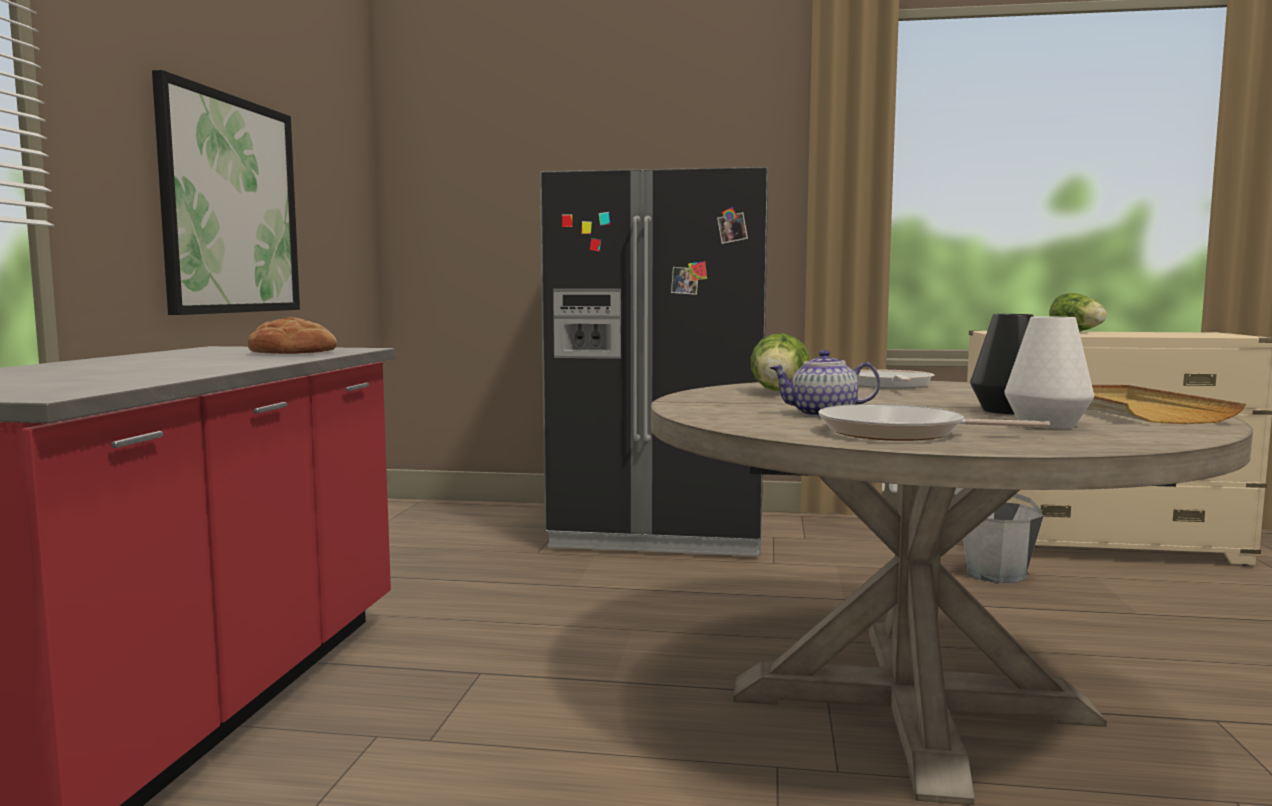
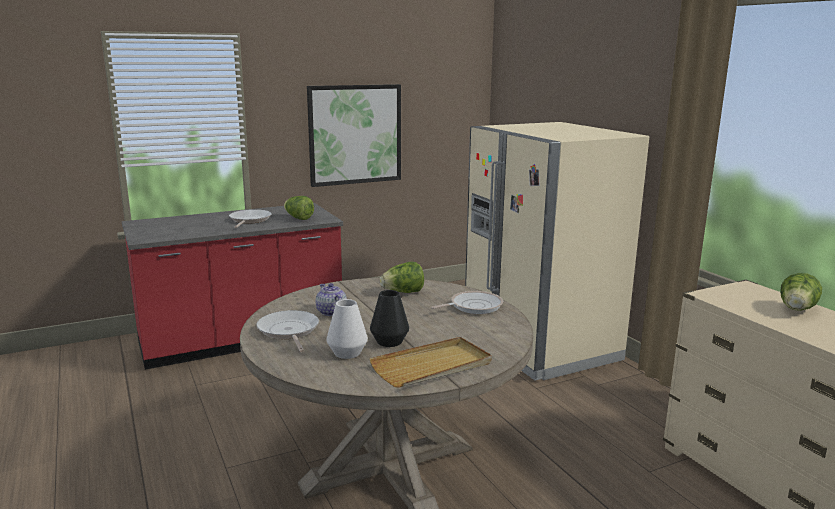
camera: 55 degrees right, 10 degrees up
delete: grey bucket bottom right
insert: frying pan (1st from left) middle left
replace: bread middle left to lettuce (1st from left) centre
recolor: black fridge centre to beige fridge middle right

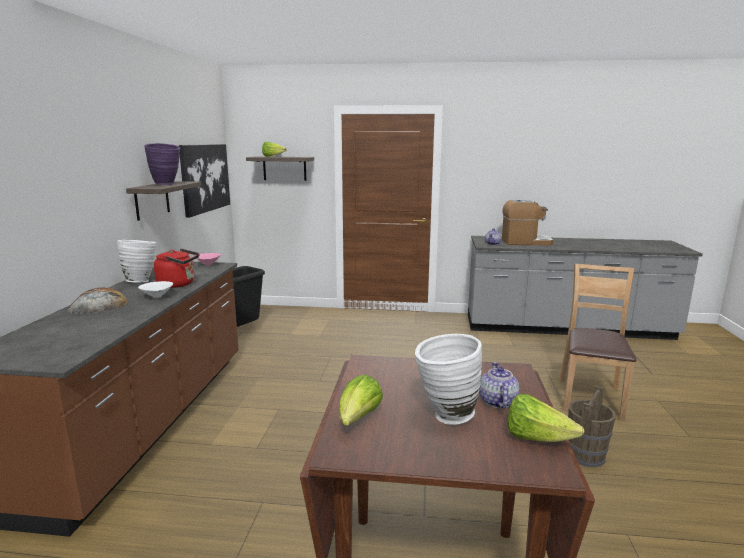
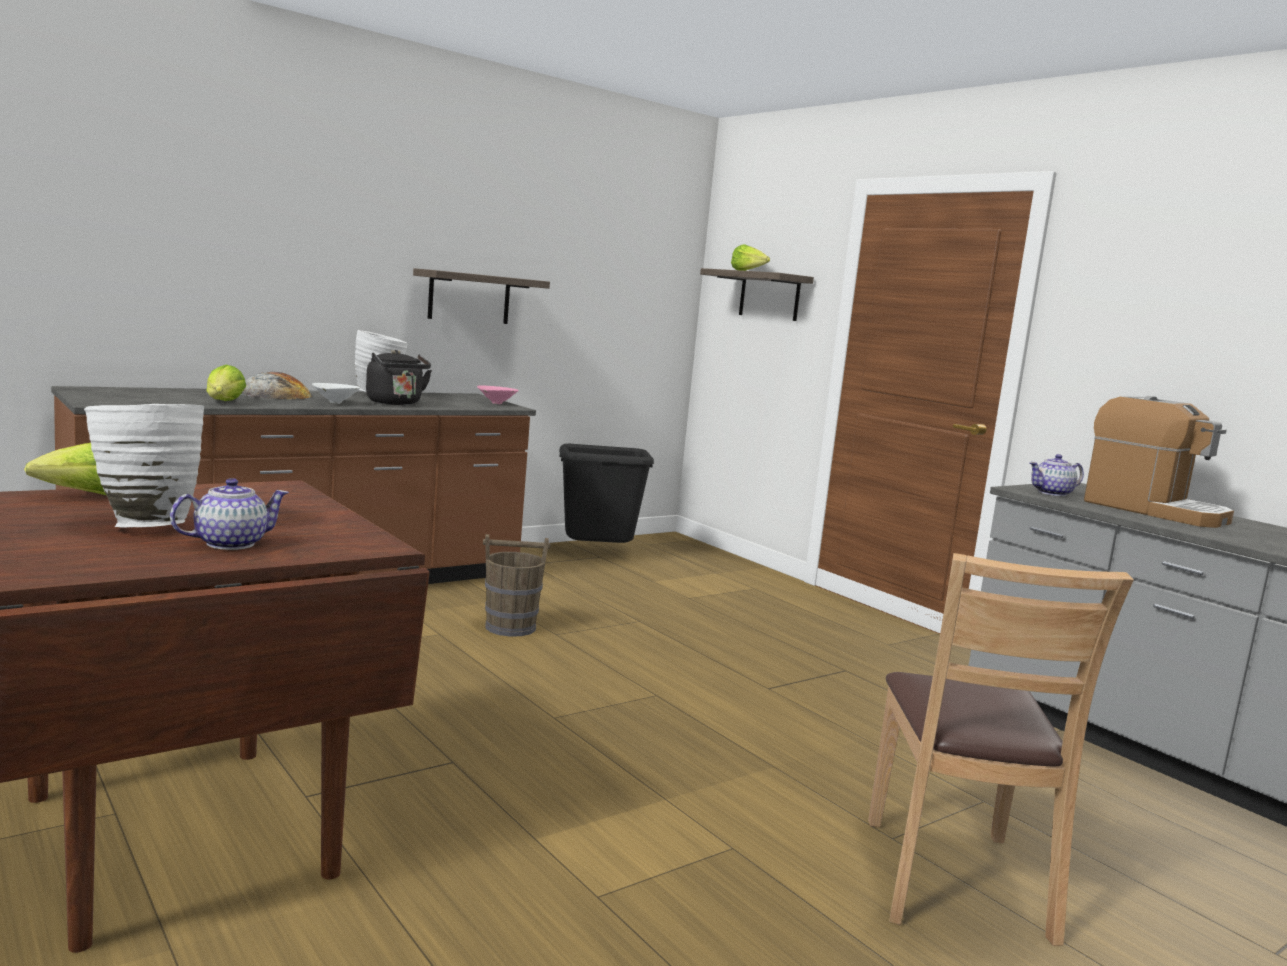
camera: 45 degrees right, 5 degrees down
delete: purple vase top left; picture top left
move: lettuce (3rd from left in the first image) bottom right to lettuce (2nd from left) middle left; brown bucket bottom right to centre
recolor: red kettle middle left to black kettle middle left
rotate: brown chair middle right = bottom right 120 degrees clockwise

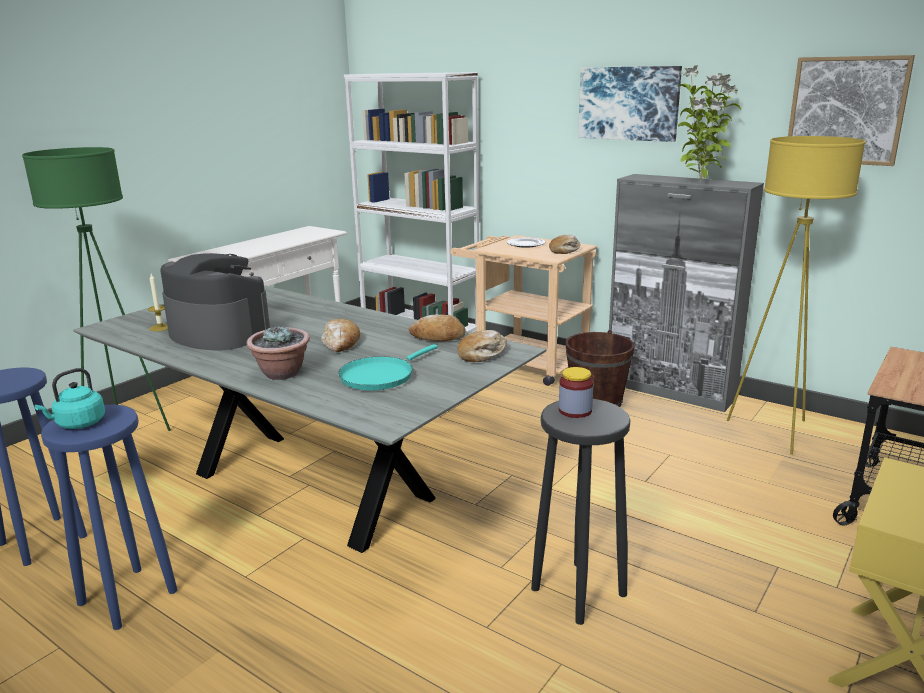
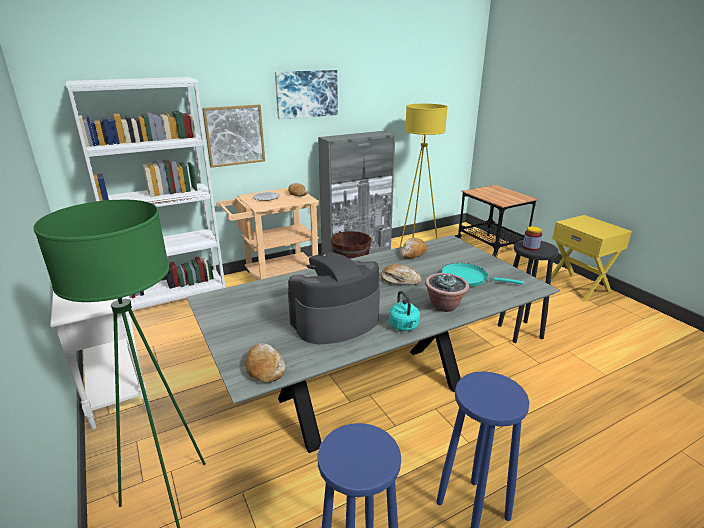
camera: 65 degrees left, 5 degrees up
delete: candle middle left; potted plant (2nd from left) top right
move: turquoise kettle middle left to centre; bread (3rd from left in the first image) centre to bread (1st from left) bottom centre; picture (2nd from left in the first image) top right to picture (1st from left) top left
rotate: turquoise frying pan centre = middle right 135 degrees clockwise

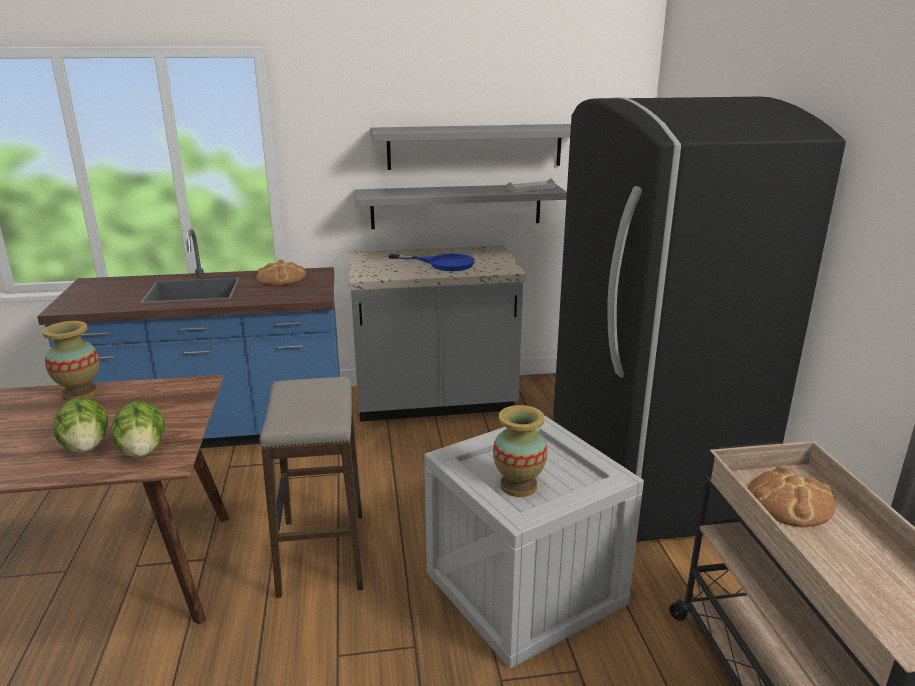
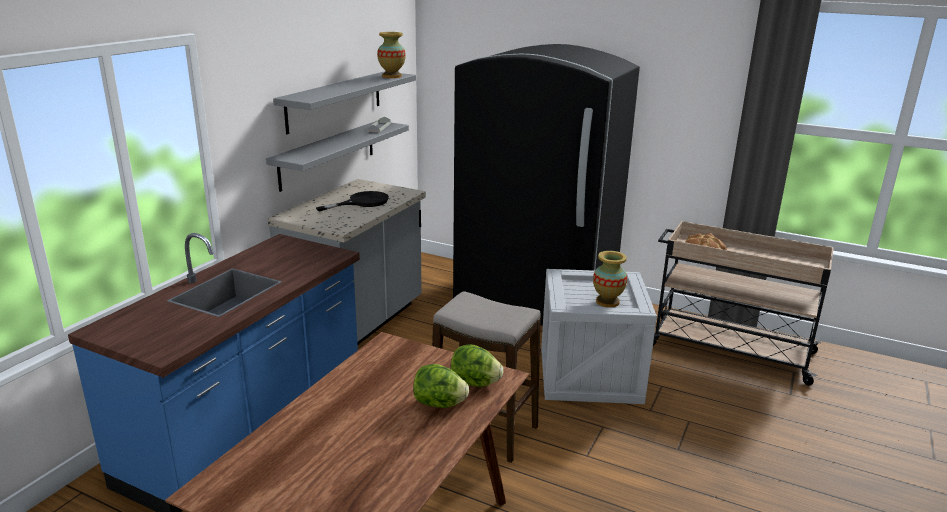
camera: 55 degrees left, 0 degrees up
delete: bread (1st from left) middle left
move: vase (1st from left) middle left to top centre
recolor: blue frying pan centre to black frying pan centre

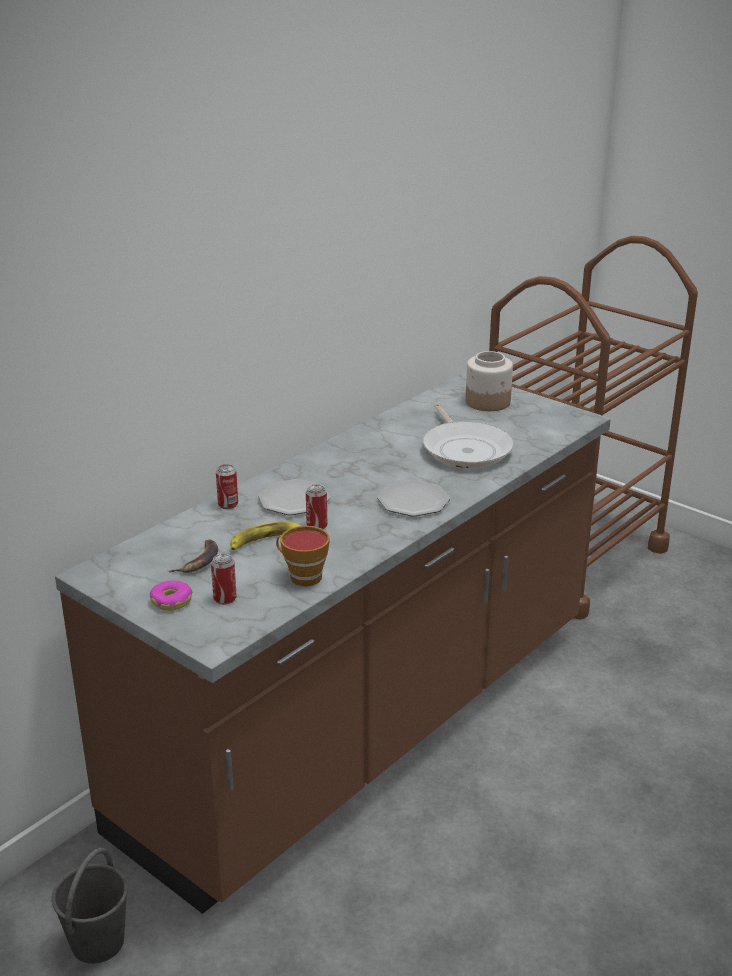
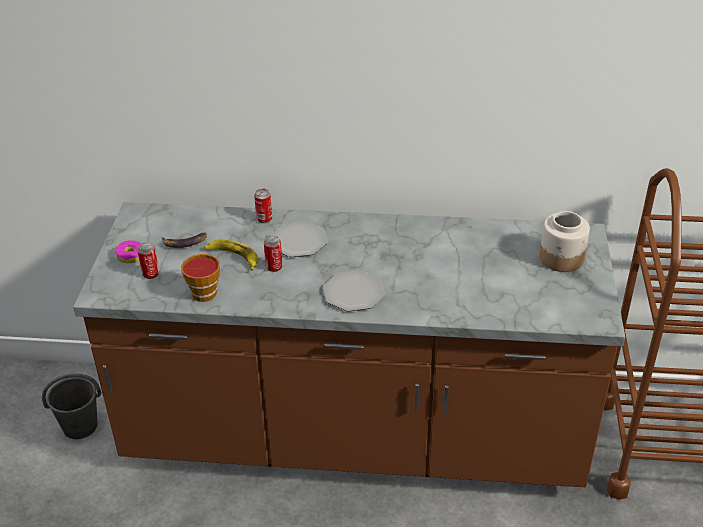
camera: 55 degrees right, 10 degrees up
delete: frying pan centre

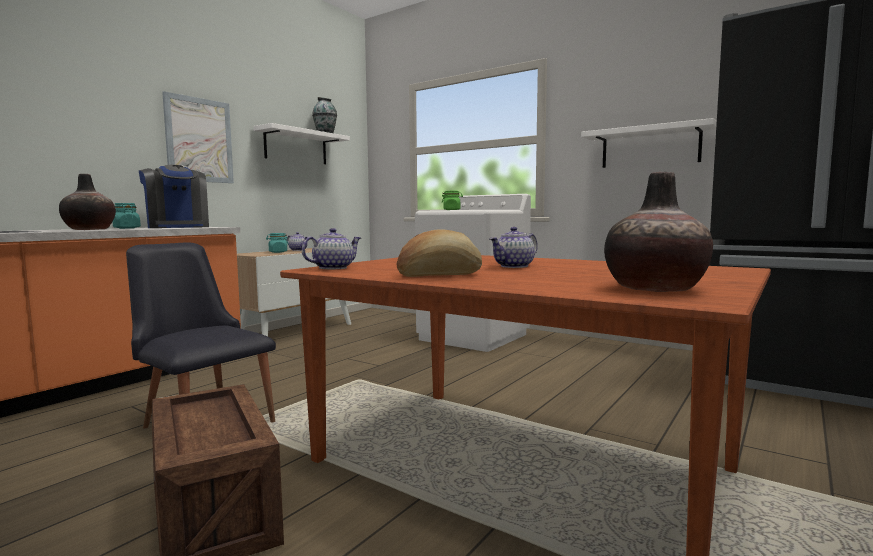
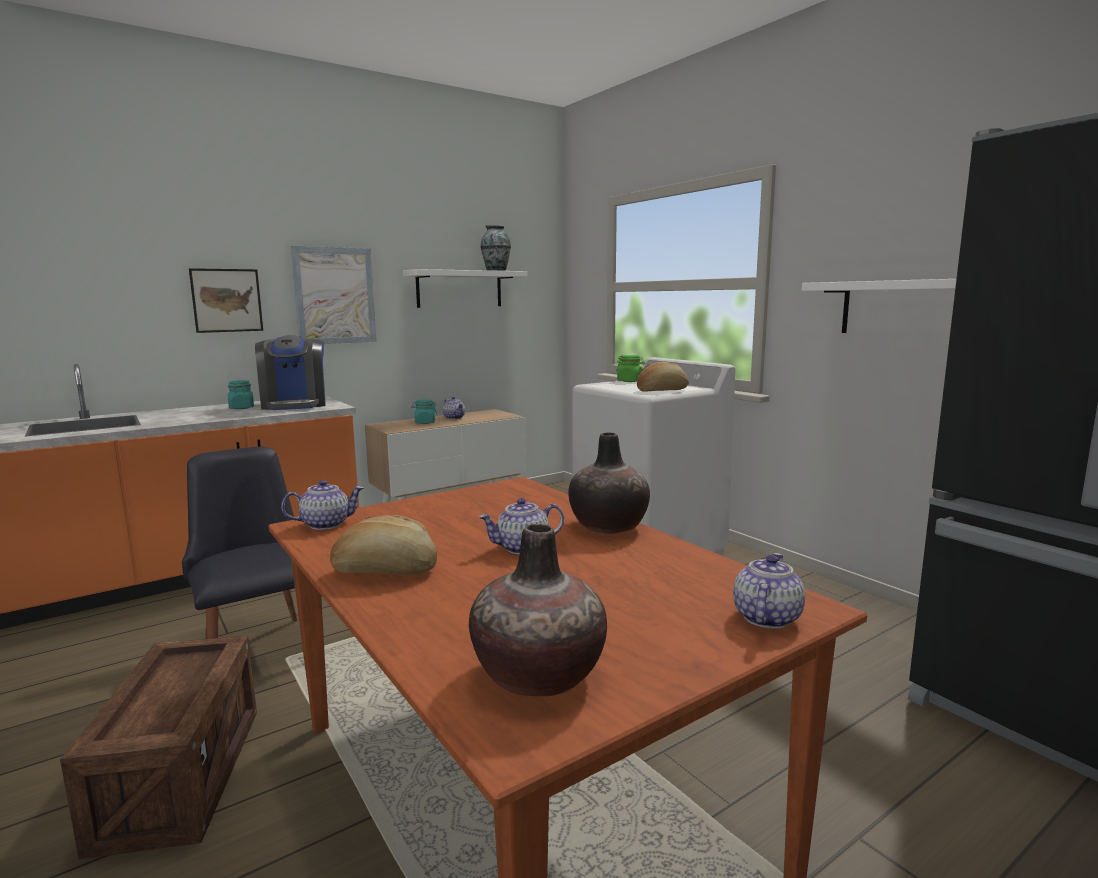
camera: 20 degrees right, 5 degrees up
insert: picture (1st from left) middle left; bread (2nd from left) centre; teapot (4th from left) bottom right
move: vase (1st from left in the first image) middle left to vase (3rd from left) centre

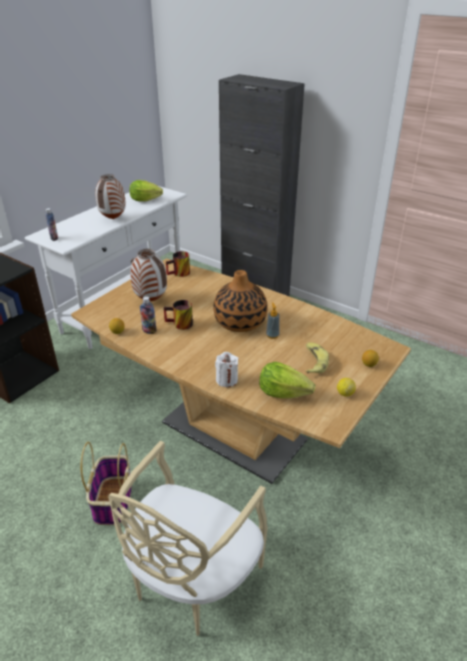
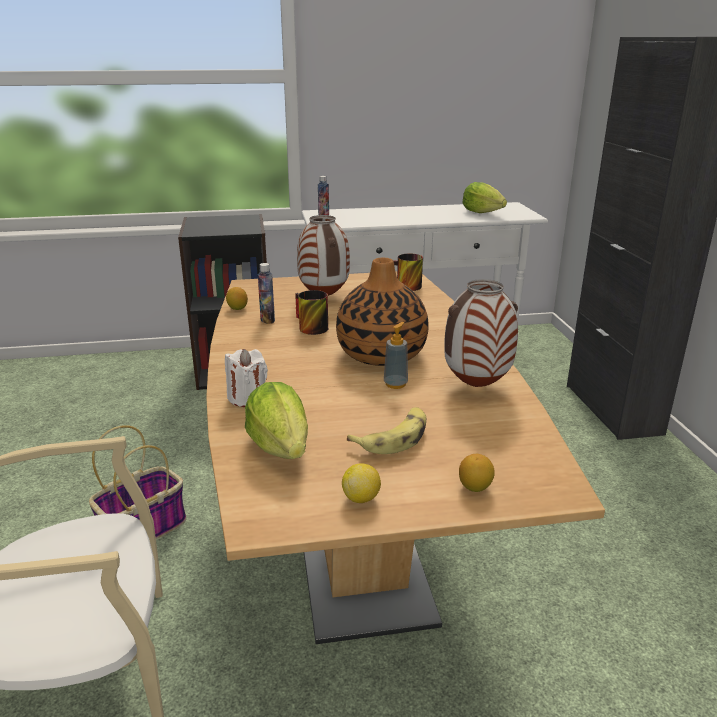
camera: 45 degrees right, 10 degrees down
move: vase (1st from left in the first image) top left to vase (3rd from left) middle right

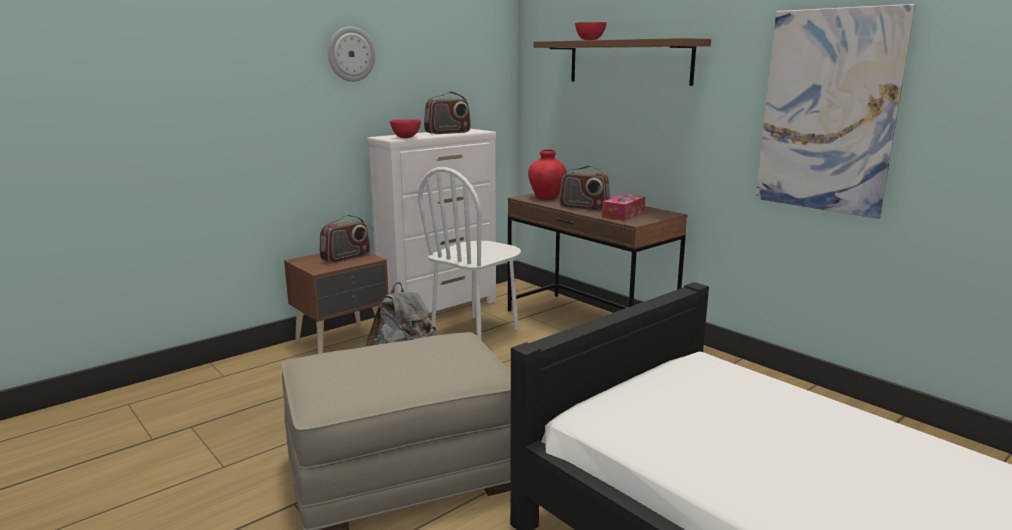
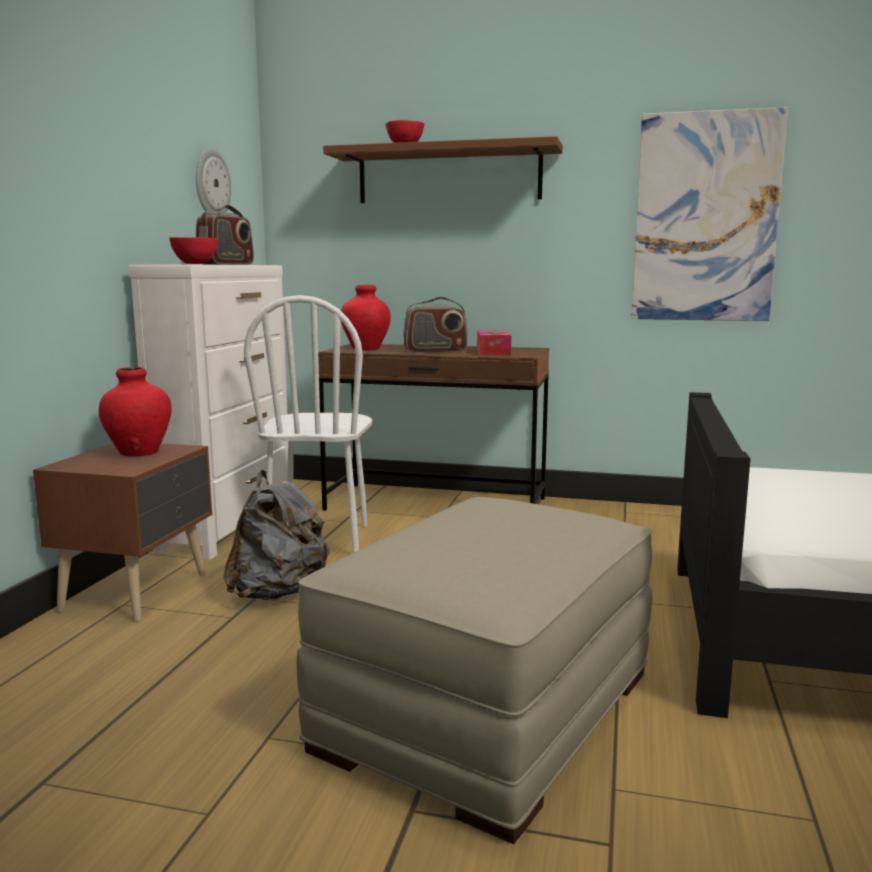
camera: 35 degrees left, 5 degrees down
move: wall clock top centre to top left
replace: radio (1st from left) centre to red vase (1st from left) middle left

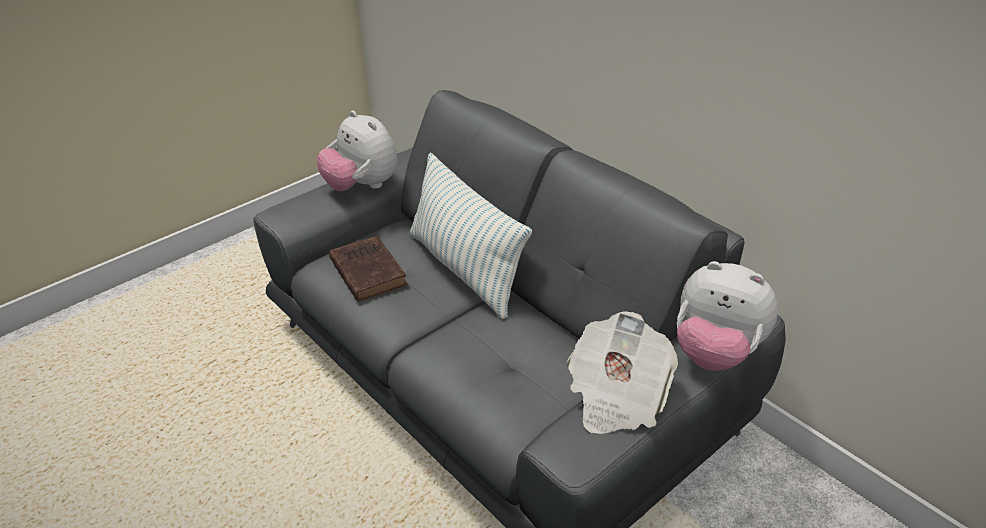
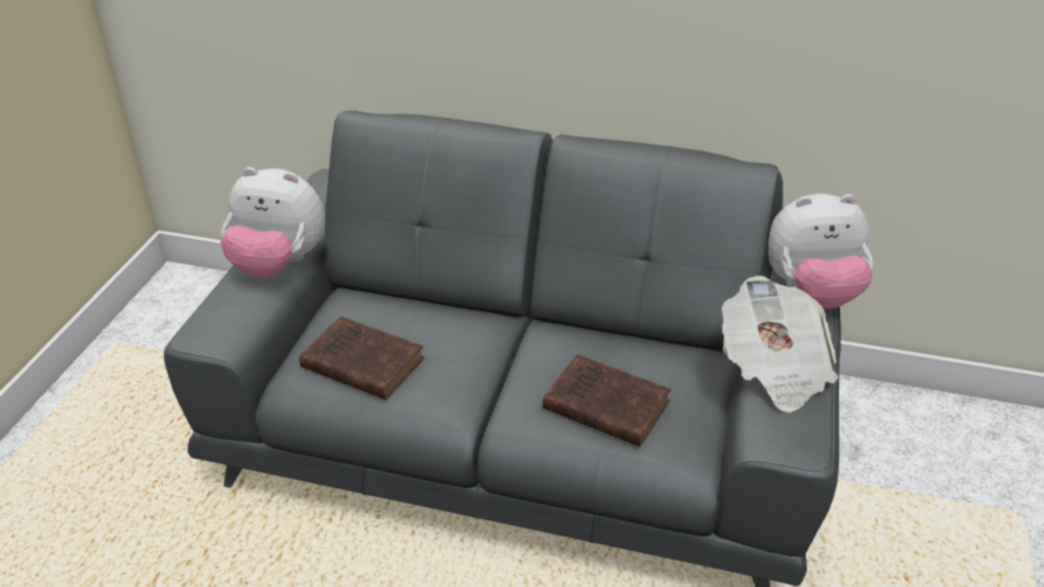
camera: 35 degrees left, 0 degrees up
delete: pillow centre
insert: brown book (2nd from left) bottom centre

